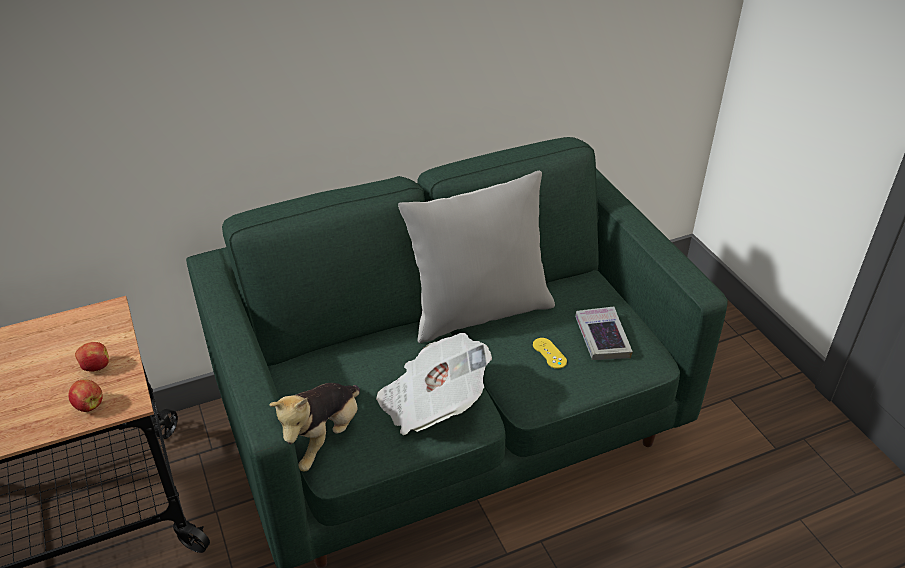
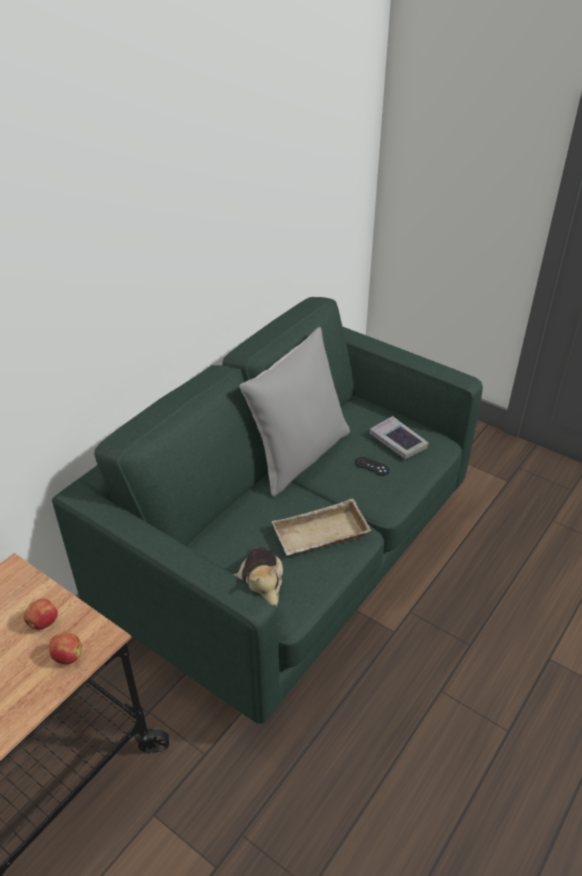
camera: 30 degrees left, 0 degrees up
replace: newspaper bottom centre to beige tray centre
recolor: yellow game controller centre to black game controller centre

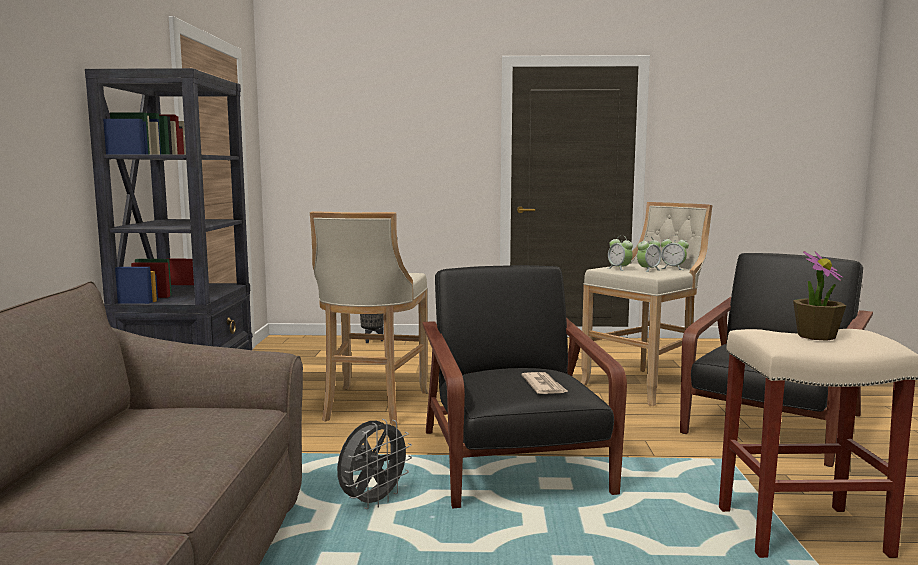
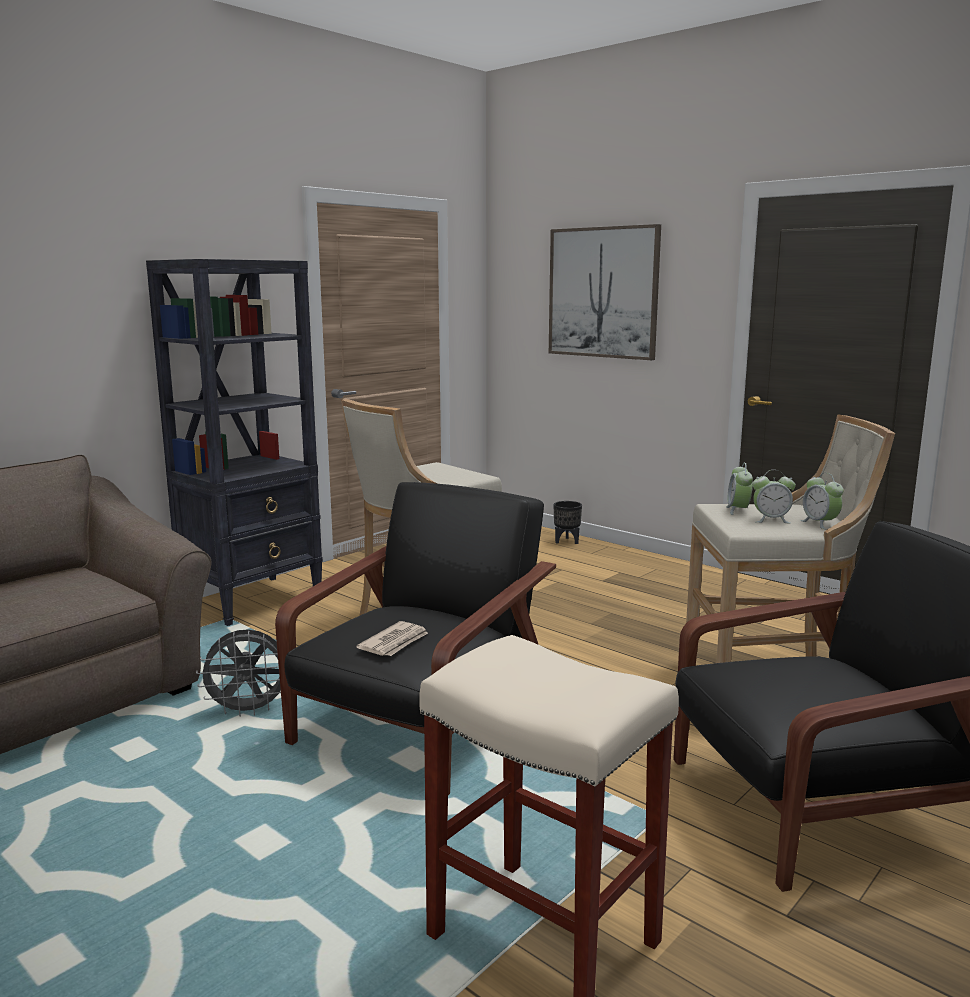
camera: 40 degrees right, 5 degrees up
delete: potted plant middle right
insert: picture top centre

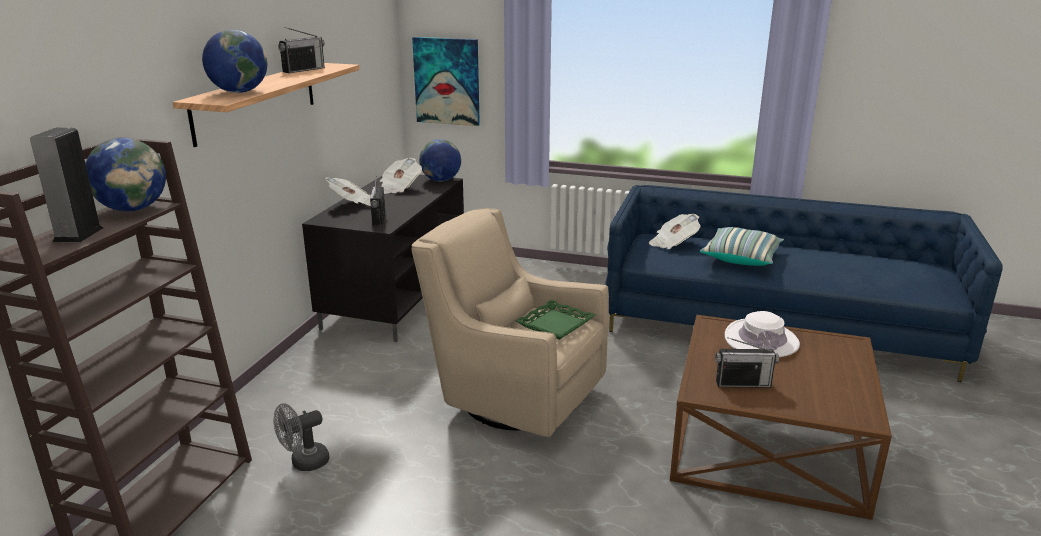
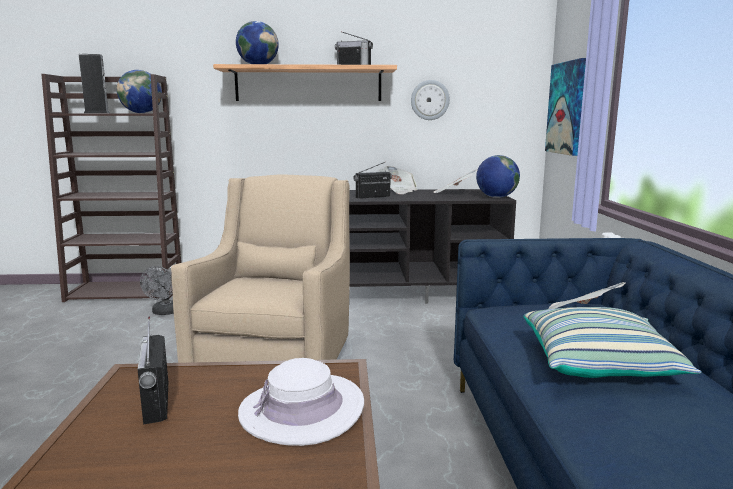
camera: 70 degrees right, 10 degrees down
delete: green tray centre
insert: wall clock top centre
rotate: grey fan bottom left = middle left 120 degrees counterclockwise

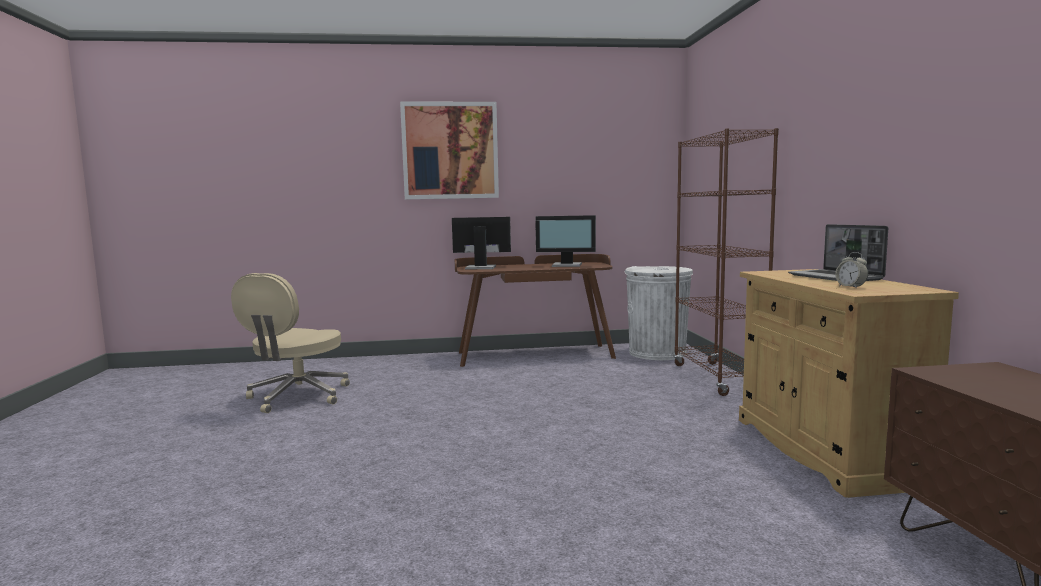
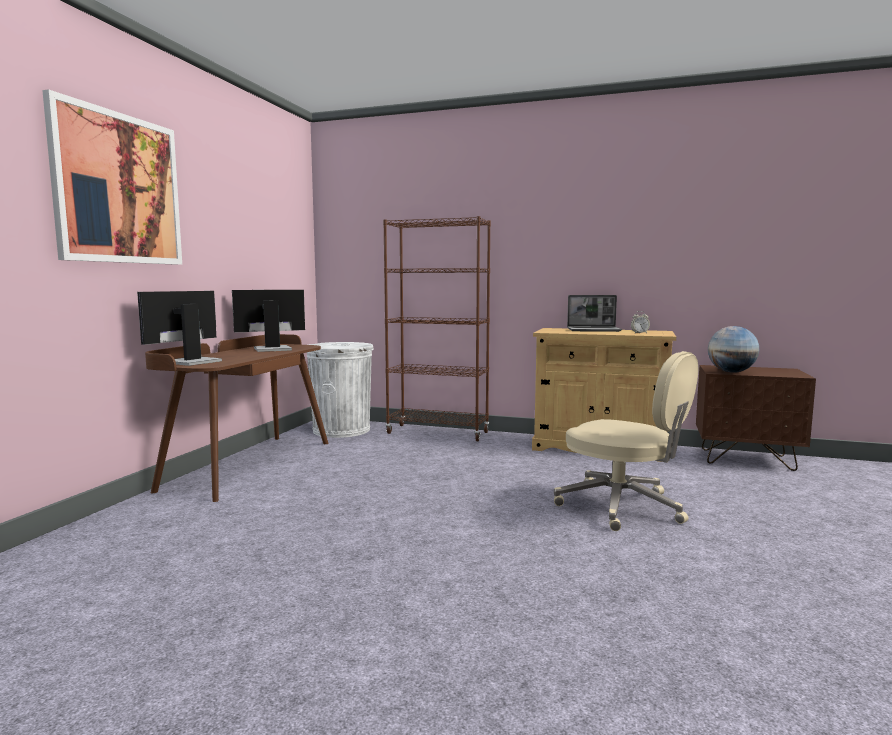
camera: 65 degrees left, 0 degrees up
insert: globe middle right
move: beige office chair middle left to middle right
rotate: monitor (2nd from left) centre = middle left 150 degrees counterclockwise

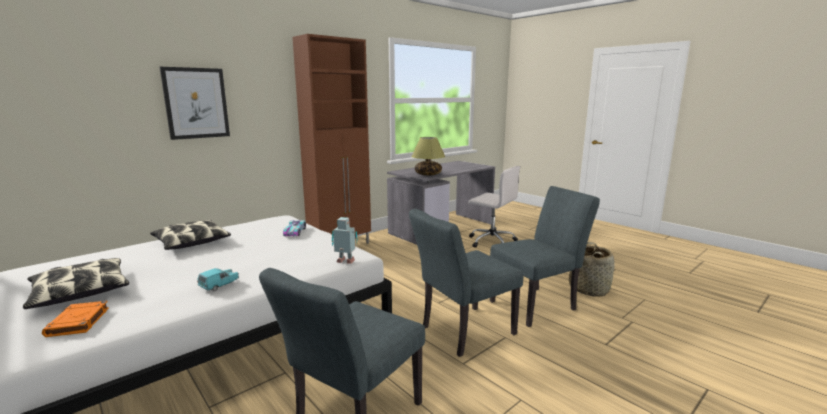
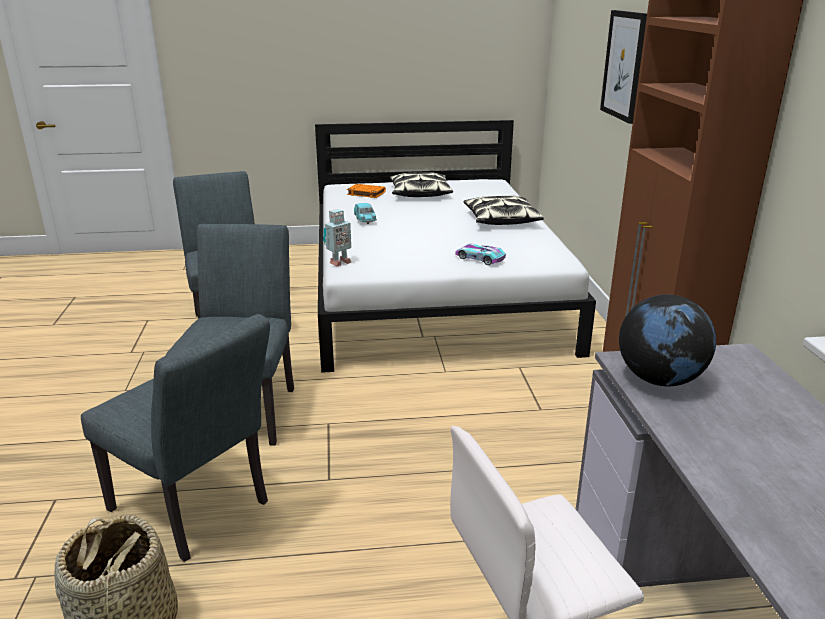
camera: 125 degrees right, 10 degrees up
replace: table lamp centre to globe middle right
rotate: grey chair (3rd from left in the first image) centre = bottom left 60 degrees counterclockwise

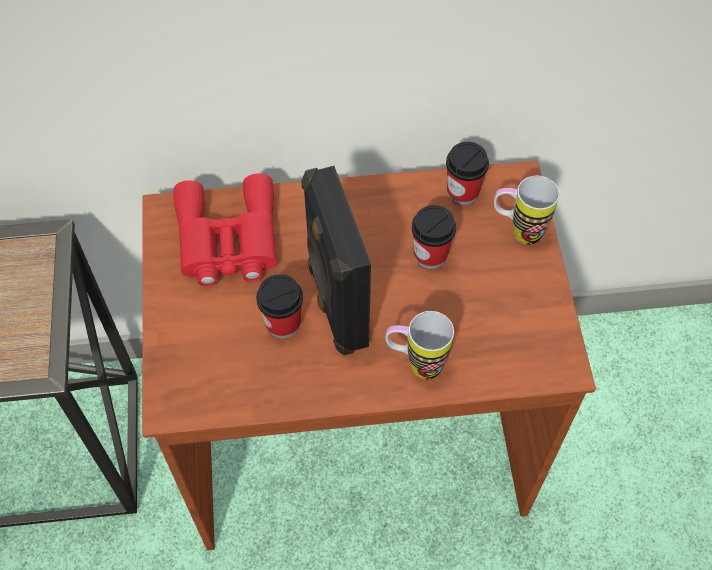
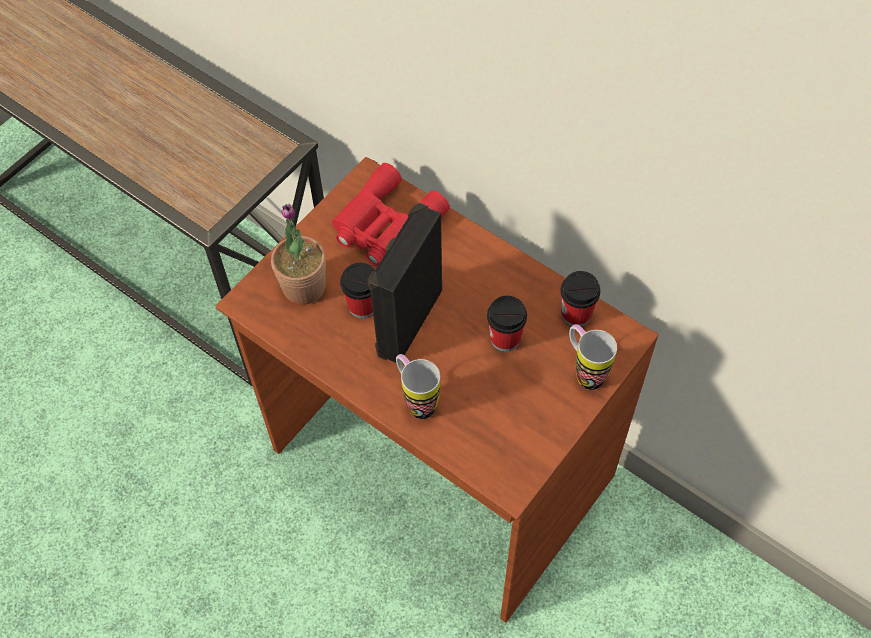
camera: 45 degrees right, 0 degrees up
insert: potted plant centre

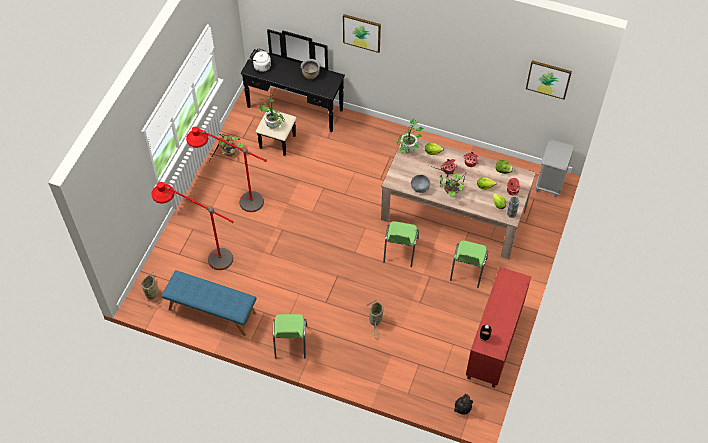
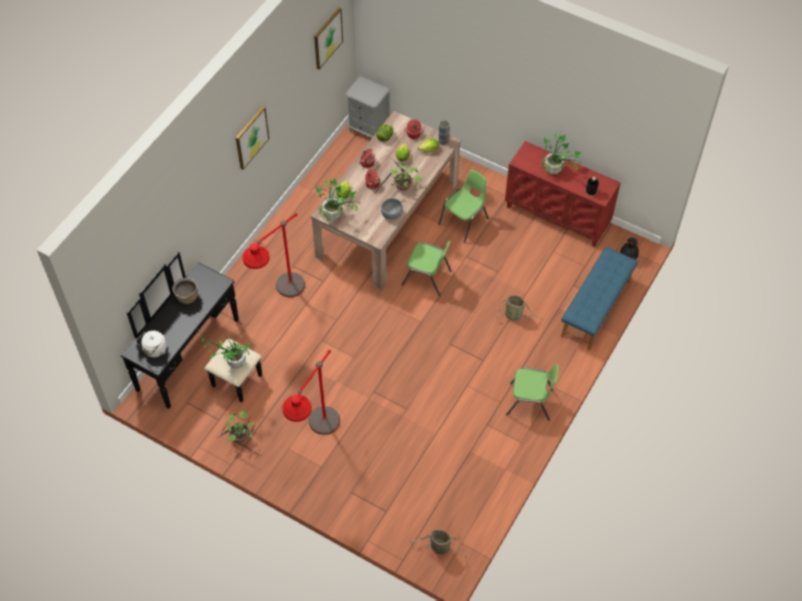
camera: 80 degrees left, 0 degrees up
insert: potted plant (5th from left) top right
move: red floor lamp (1st from left) middle left to centre; blue bench bottom left to middle right; picture (1st from left) top centre to top left
rotate: green chair (3rd from left in the first image) centre = centre 75 degrees counterclockwise

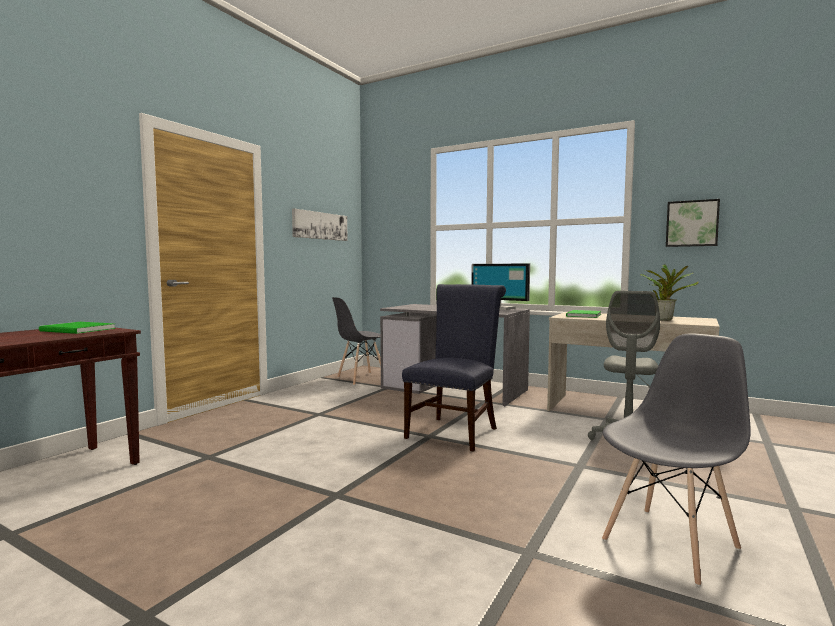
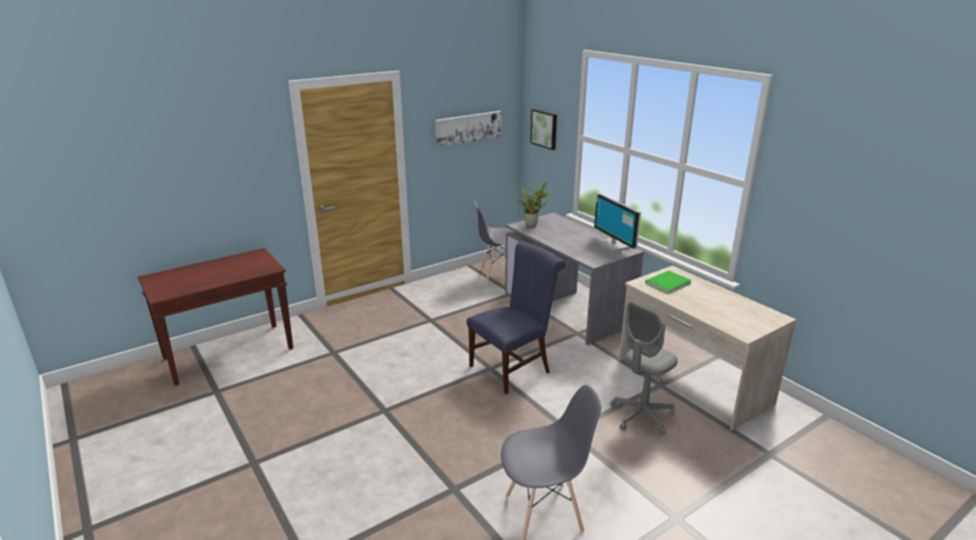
camera: 25 degrees right, 20 degrees up
delete: green book (1st from left) middle left
move: potted plant middle right to centre; picture (2nd from left) middle right to top centre

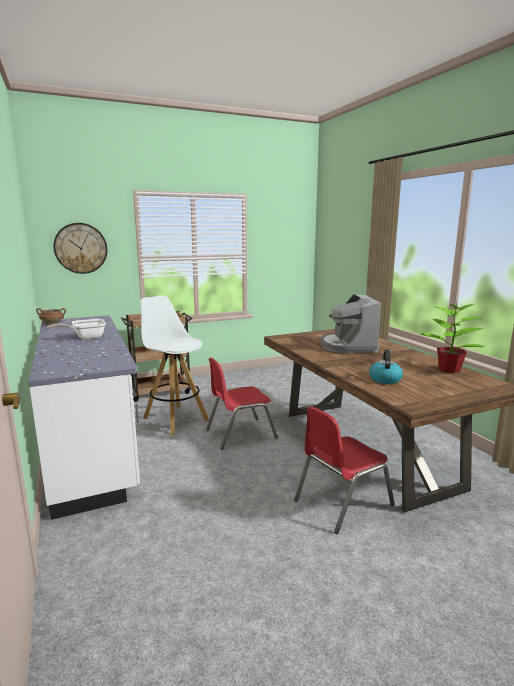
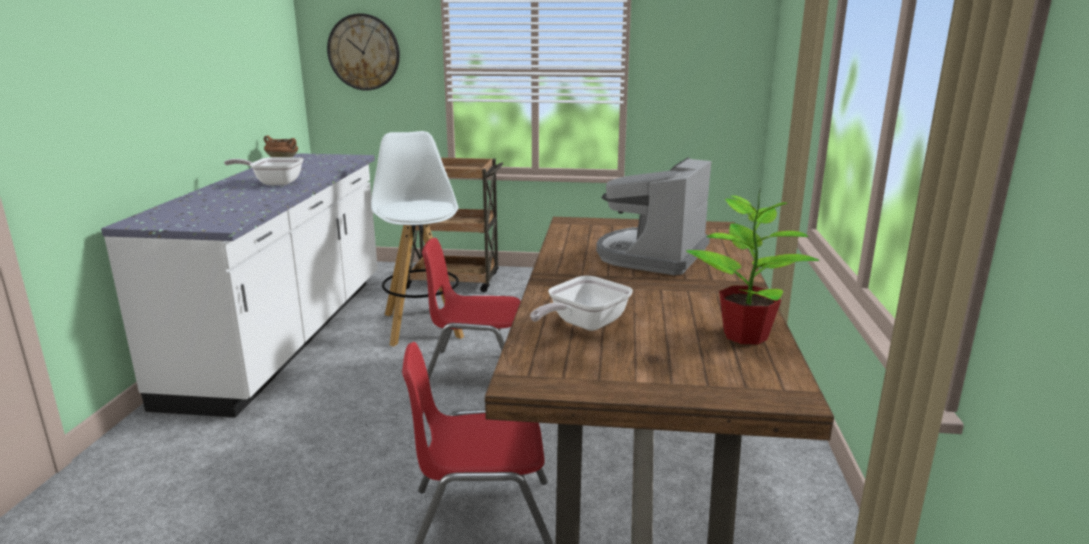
camera: 30 degrees right, 5 degrees up
replace: kettle middle right to frying pan (2nd from left) centre

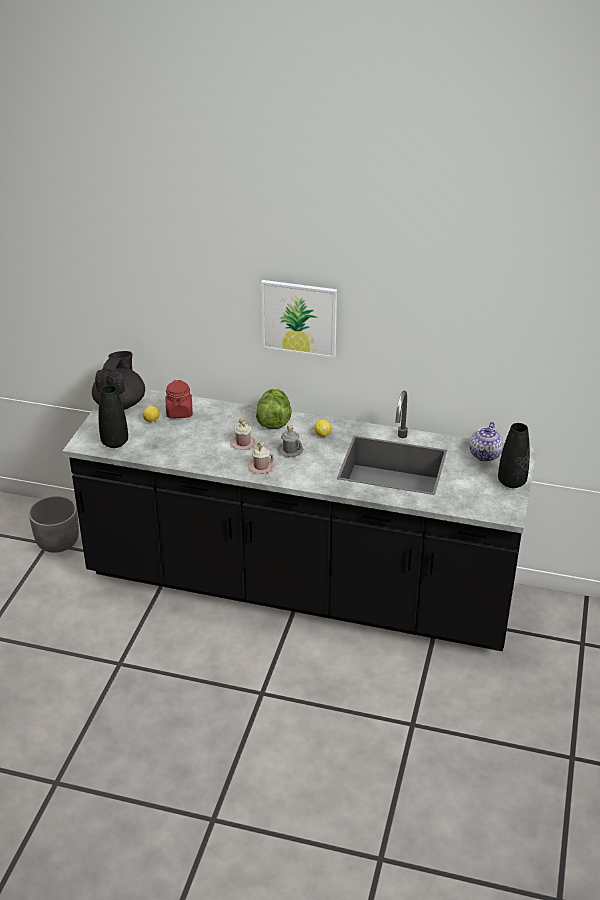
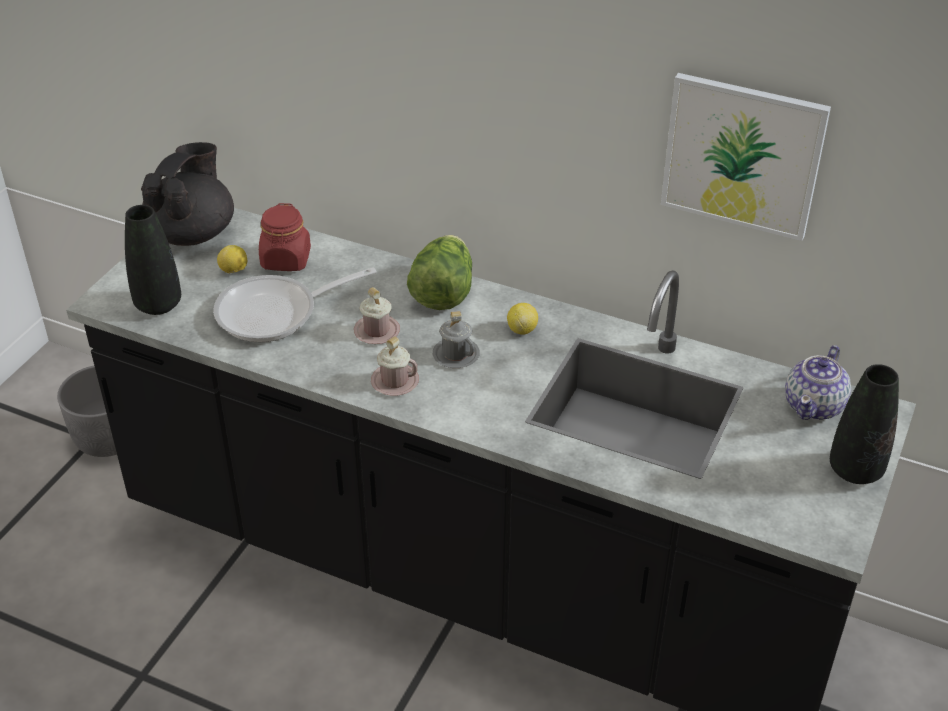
camera: 10 degrees right, 5 degrees up
insert: frying pan middle left
move: picture centre to top right

